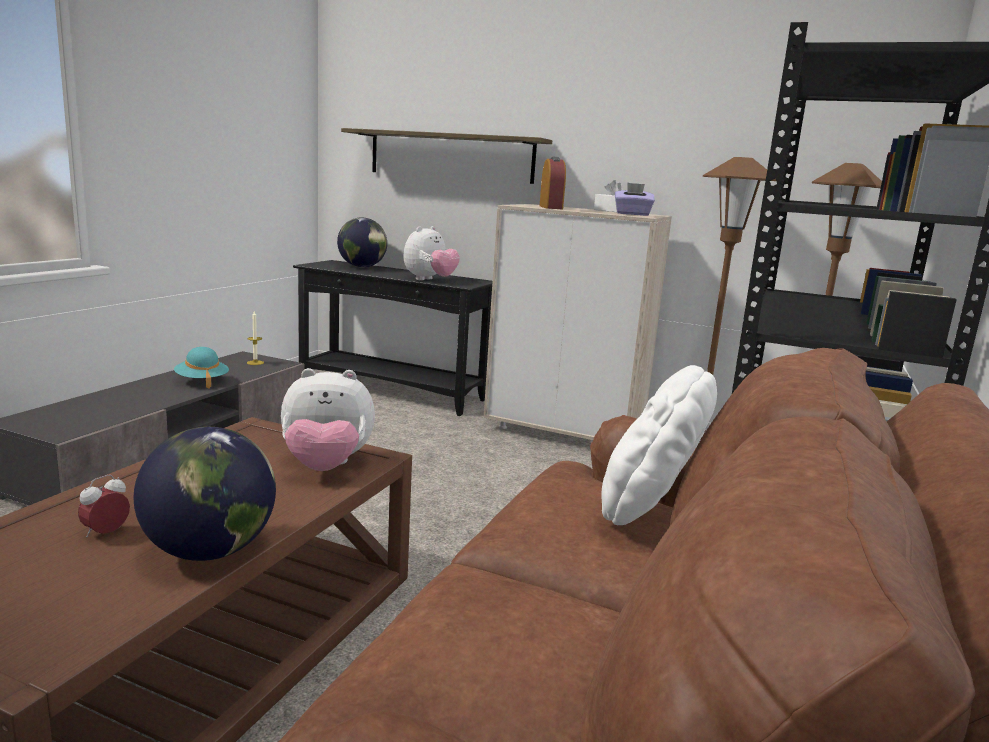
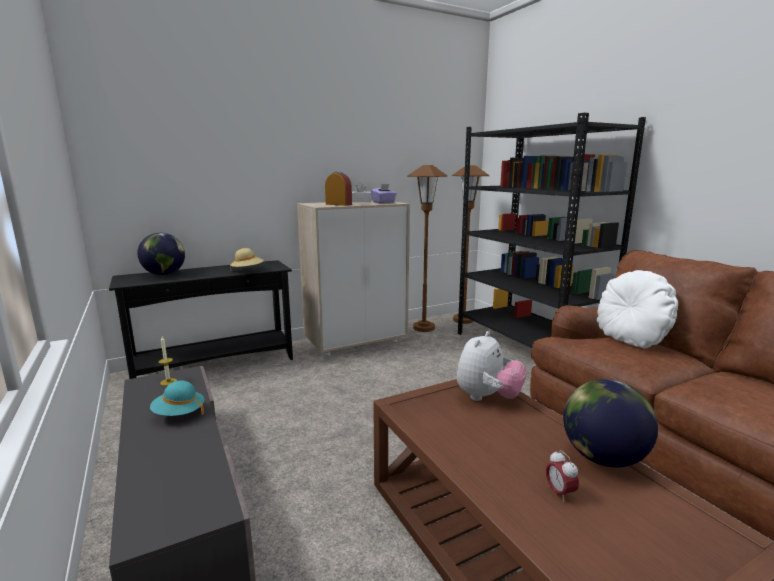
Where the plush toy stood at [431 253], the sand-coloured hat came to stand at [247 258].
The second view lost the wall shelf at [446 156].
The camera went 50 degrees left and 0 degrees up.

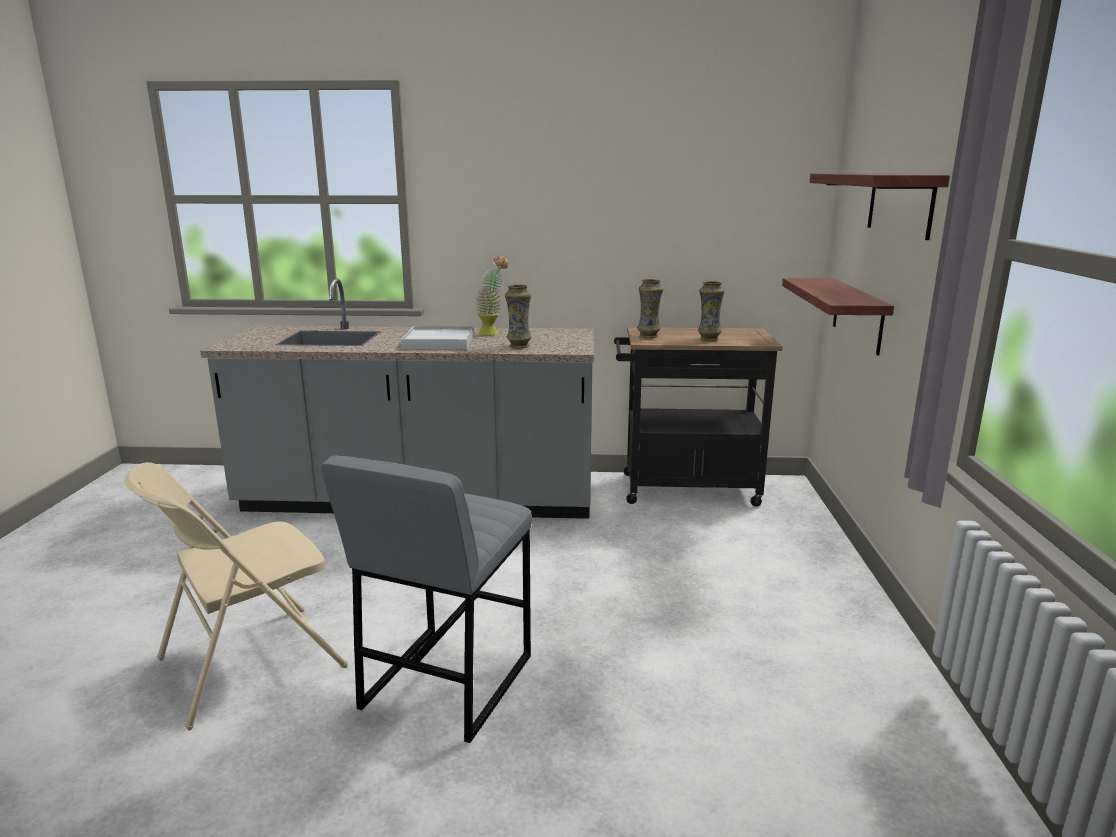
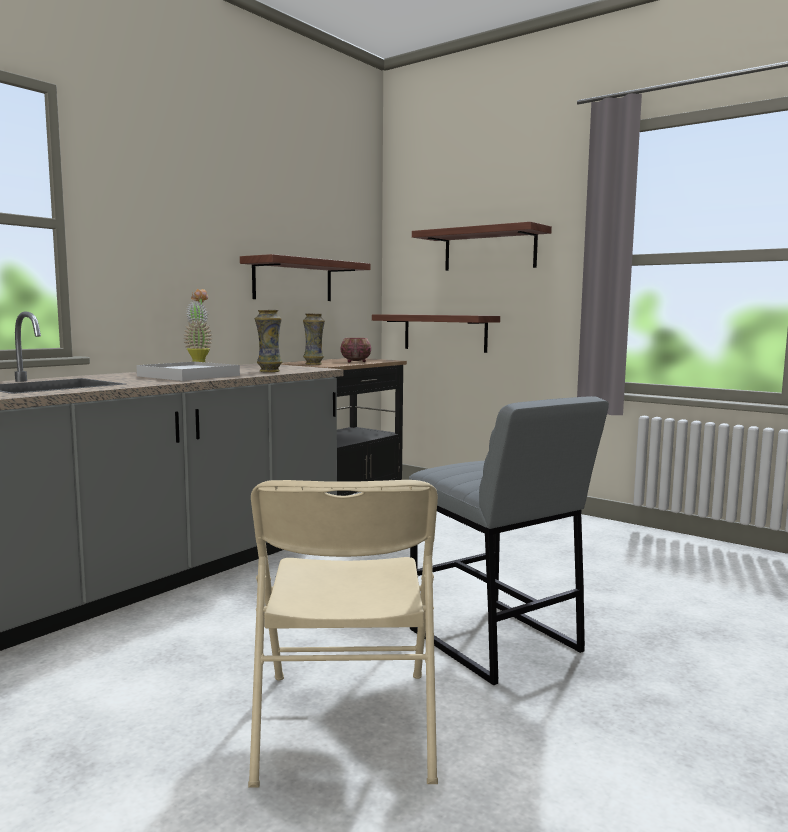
The second view gained the wall shelf at [305 277].
Where the decorative vase stood at [711 311], the deep dish came to stand at [356 350].
The camera went 55 degrees left and 10 degrees down.

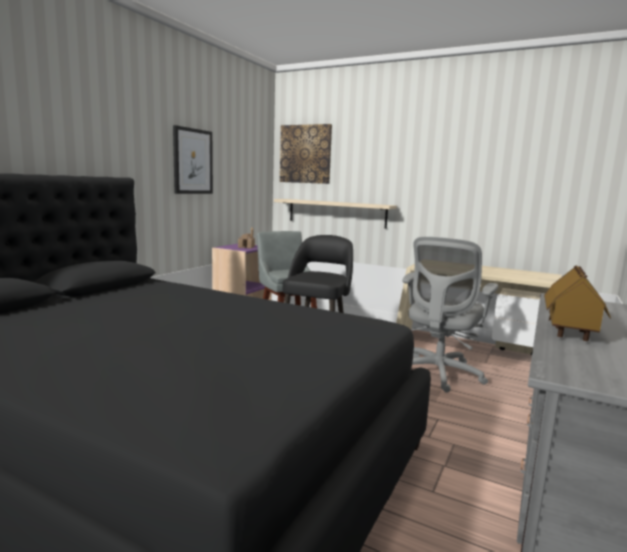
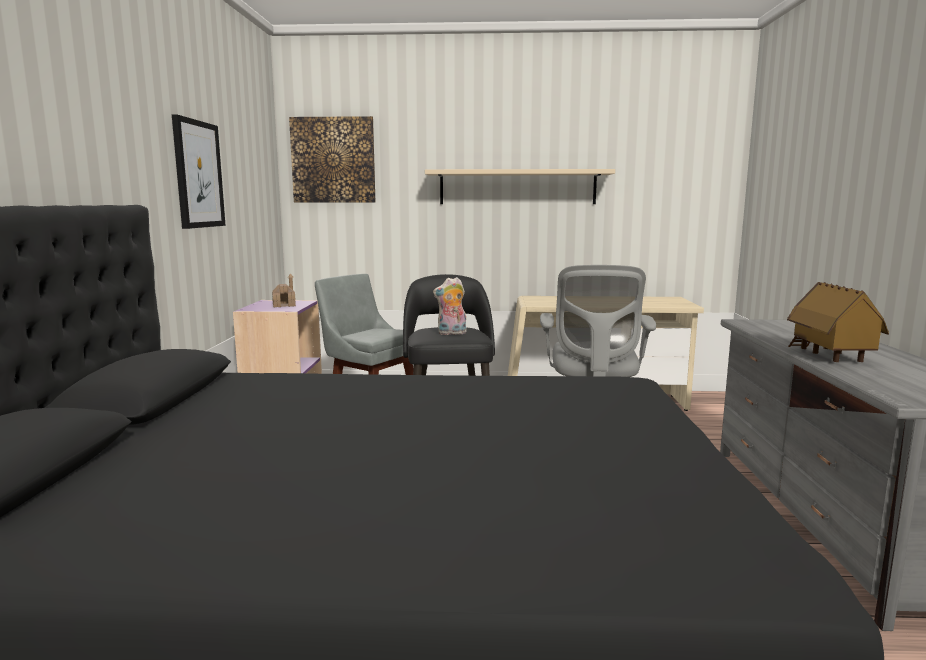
The sand-coloured wall shelf ended up elsewhere, having gone from [335 214] to [520 186].
The second view gained the plush toy at [449 306].
The camera went 25 degrees left and 0 degrees up.

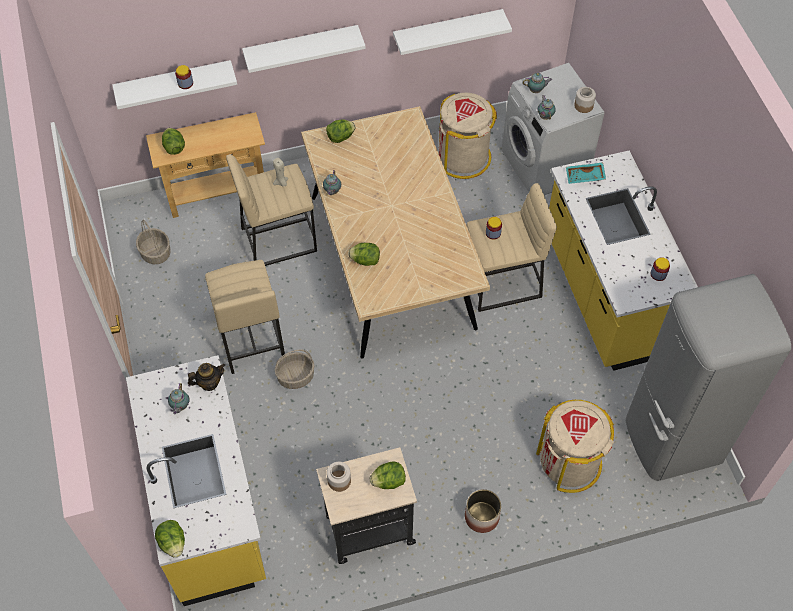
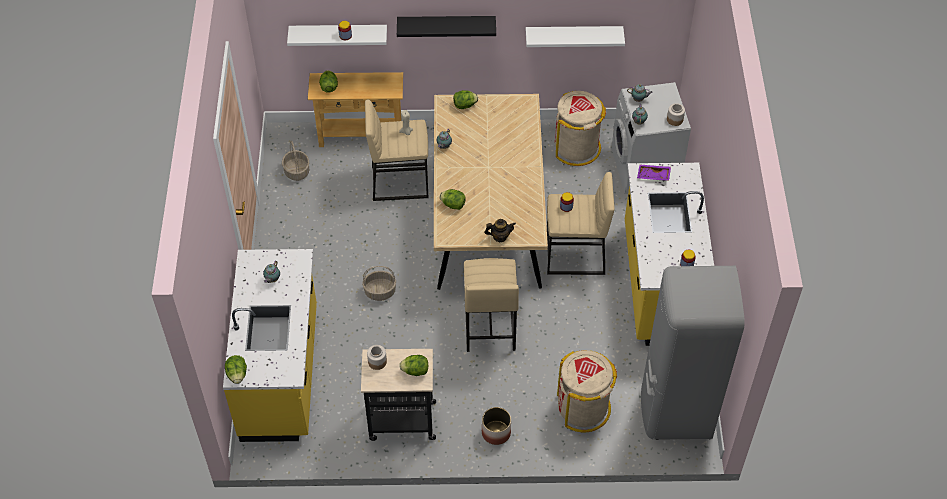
What was the white-coloured wall shelf at [304 49] turned into the black wall shelf at [446 26].
The sand-coloured stool ended up elsewhere, having gone from [245 317] to [491 305].
The teapot ended up elsewhere, having gone from [206 377] to [500 230].
What was the turquoise-coloured tray at [586 173] turned into the purple-coloured tray at [654 173].
The camera went 15 degrees right and 5 degrees down.

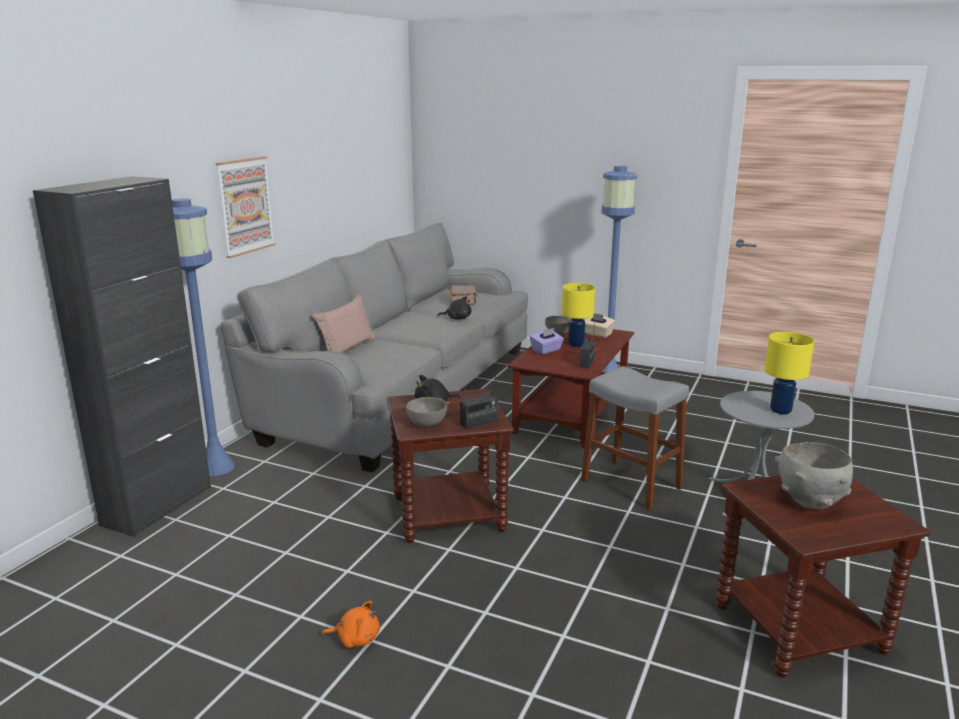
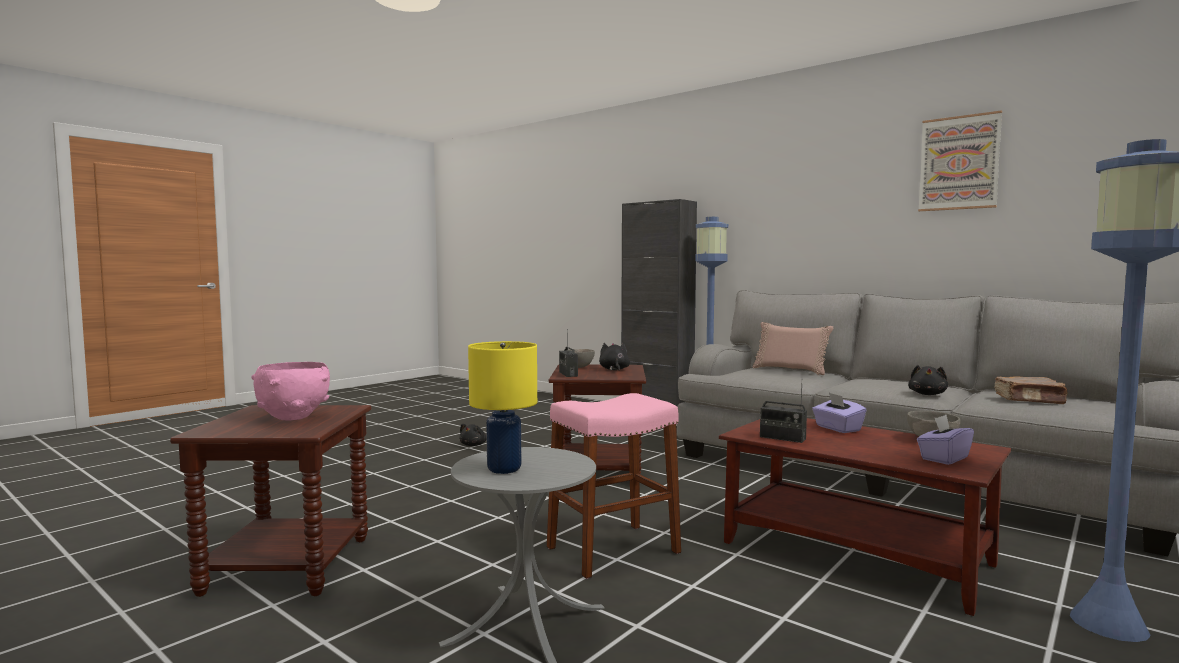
What was the gray deep dish at [814 475] turned into the pink-coloured deep dish at [290 391].
What was the orange plush toy at [351 624] turned into the black plush toy at [473 434].
What was the gray stool at [635 438] turned into the pink-coloured stool at [614 486].
What was the sand-coloured tissue box at [600 325] turned into the purple-coloured tissue box at [945 440].
The picture ended up elsewhere, having gone from [245 207] to [960 160].
The second view lost the yellow table lamp at [578 315].
The camera went 105 degrees right and 15 degrees down.

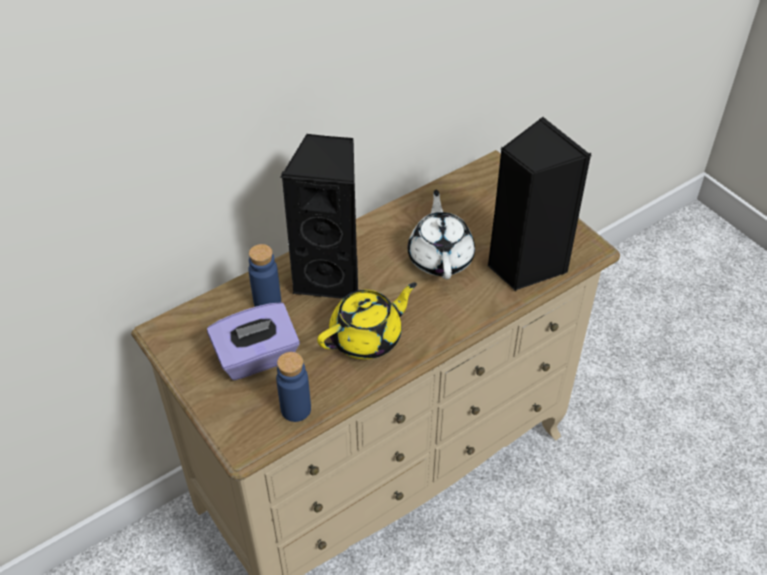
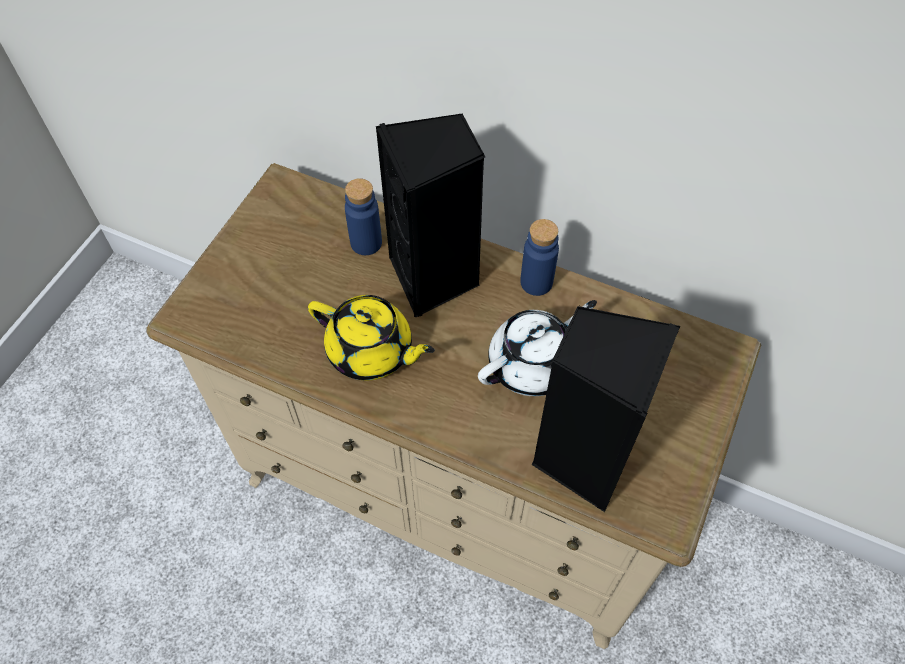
The blue-coloured bottle ended up elsewhere, having gone from [293 387] to [539 257].
The second view lost the purple-coloured tissue box at [253 341].
The camera went 60 degrees right and 10 degrees up.

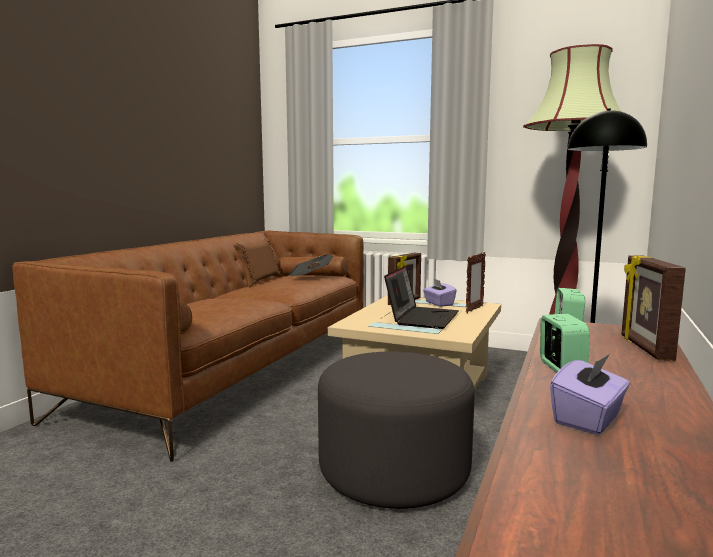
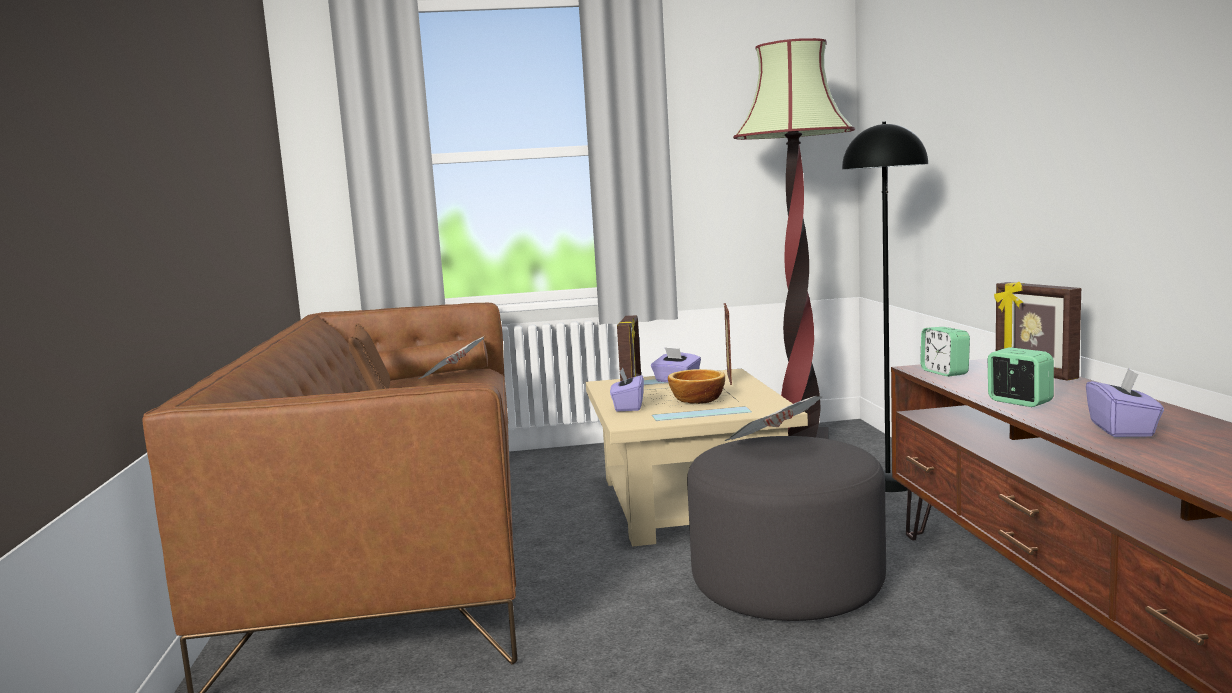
The second view gained the purple-coloured tissue box at [627 389].
Where the notebook computer stood at [421 297], the deep dish came to stand at [696 386].
The second view gained the newspaper at [773 418].
The camera went 30 degrees left and 0 degrees up.

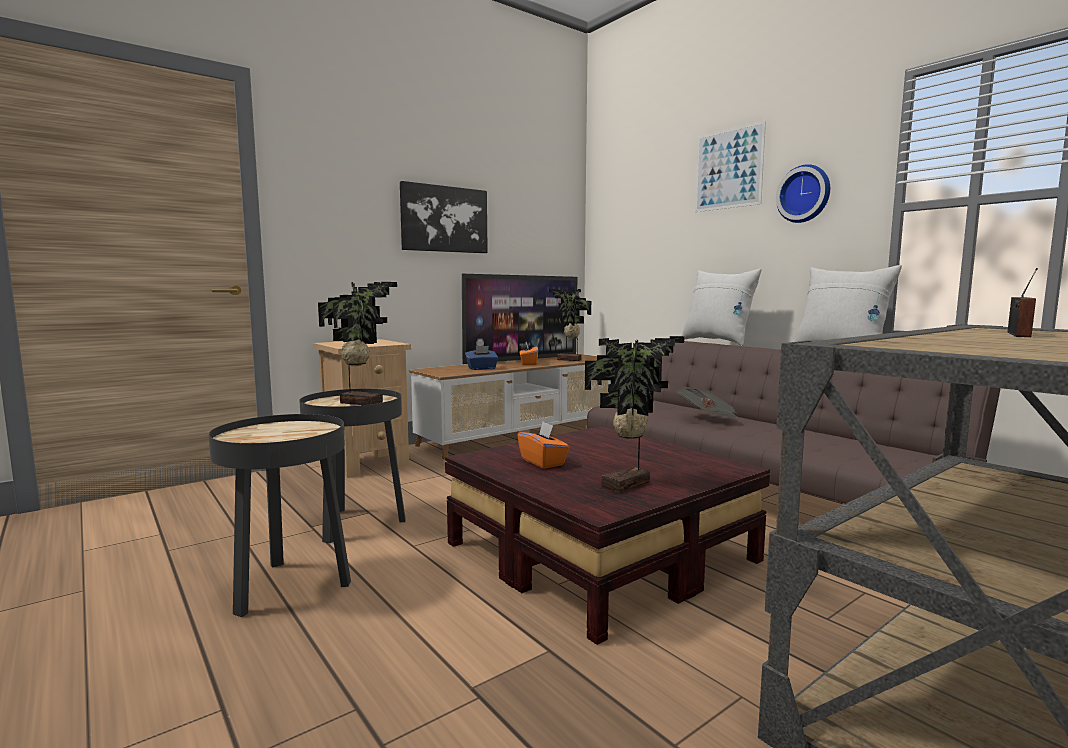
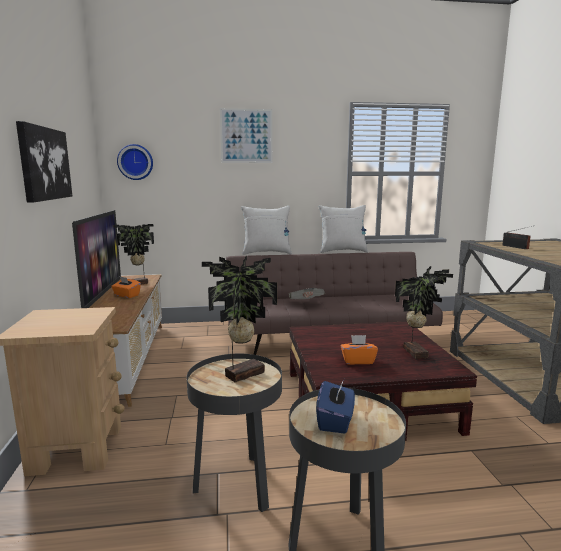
The hanging clock ended up elsewhere, having gone from [803 193] to [135 162].
The blue-coloured tissue box ended up elsewhere, having gone from [481 358] to [335 407].
The camera went 60 degrees left and 5 degrees up.

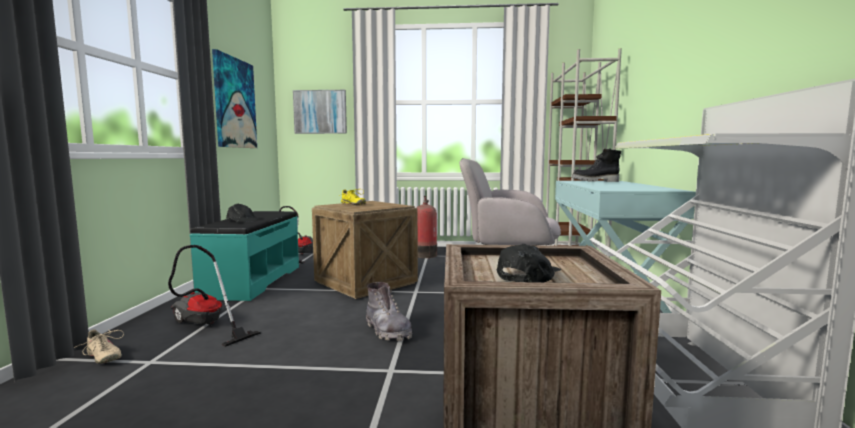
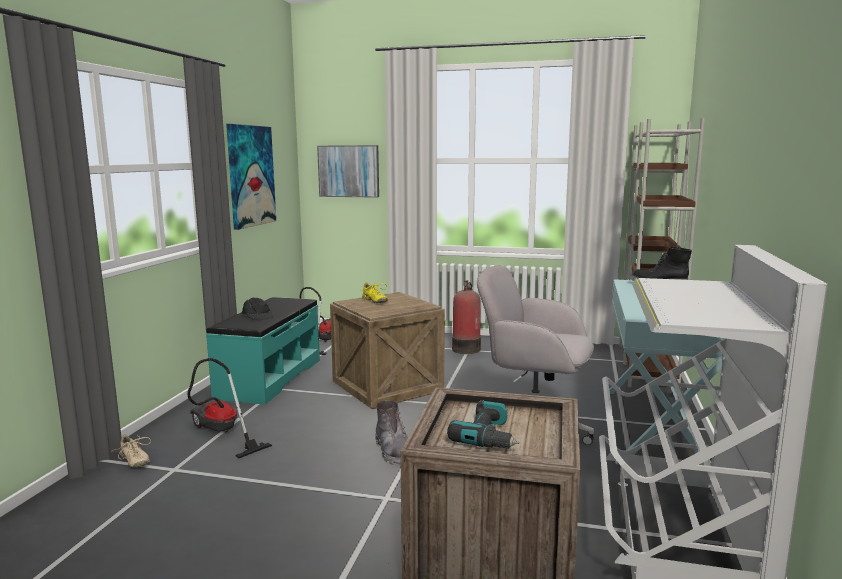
Where the black cap stood at [529 263], the drill came to stand at [483 424].
The camera went 10 degrees right and 5 degrees up.

